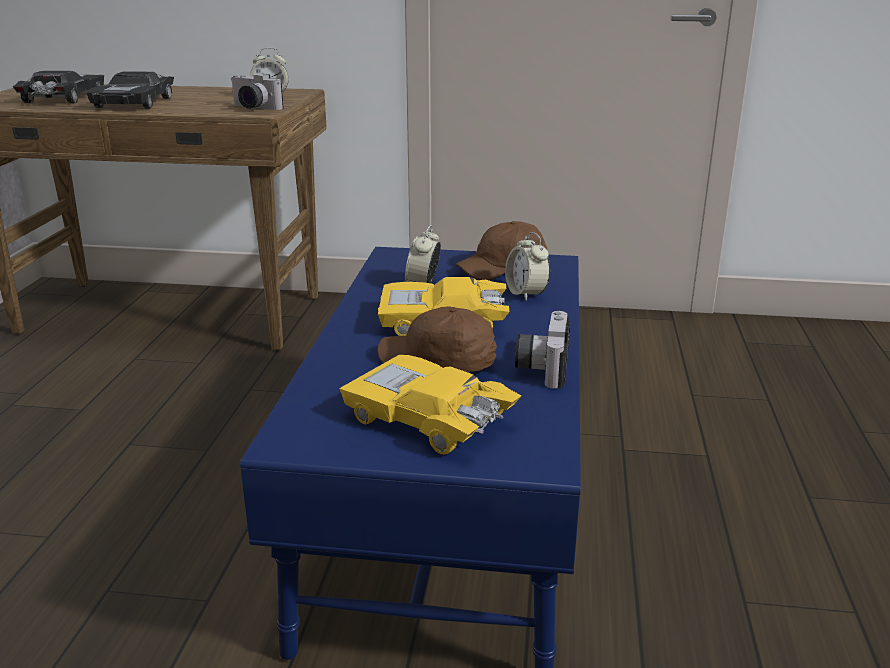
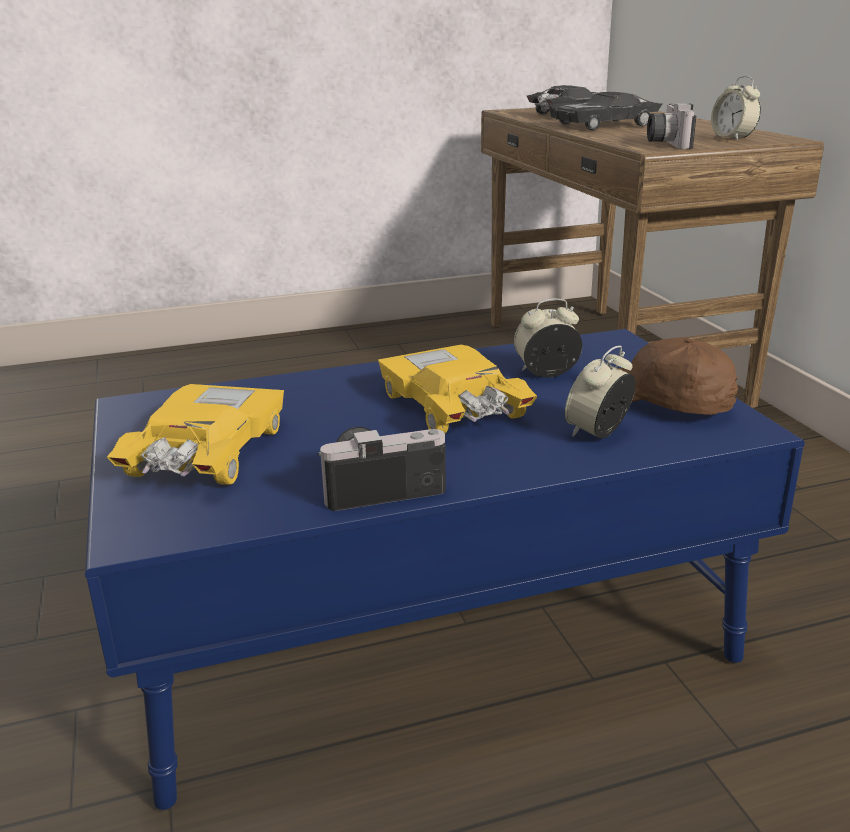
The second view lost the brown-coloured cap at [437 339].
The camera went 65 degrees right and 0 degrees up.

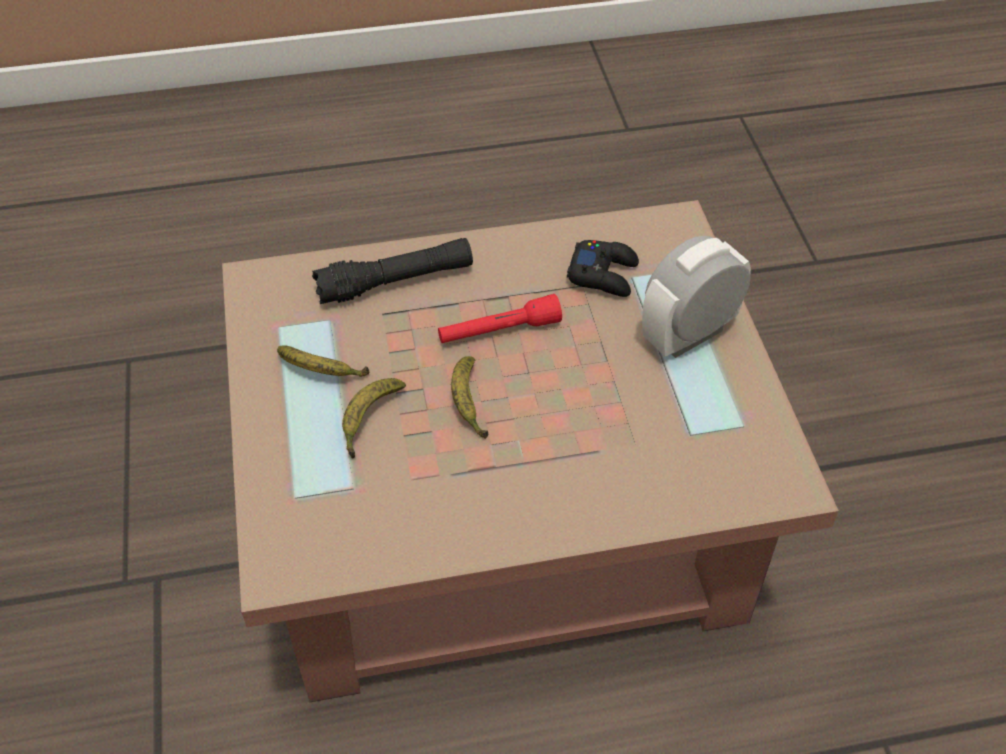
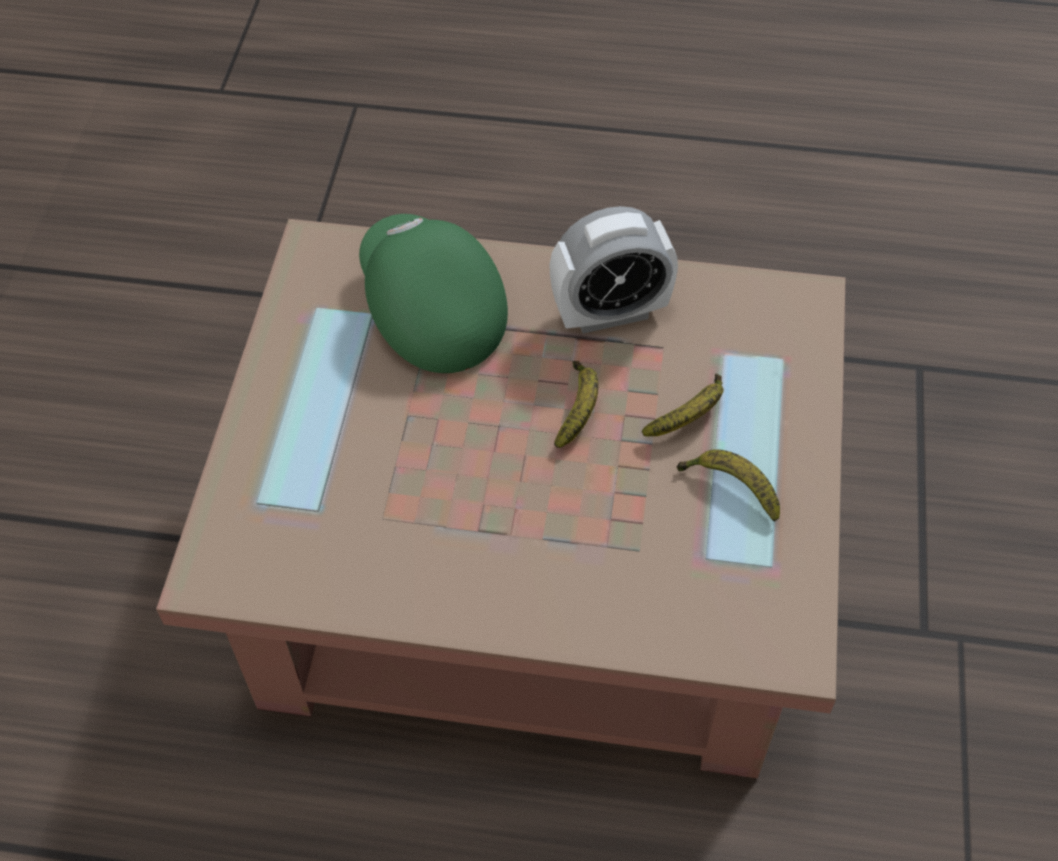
The second view gained the greenish cap at [433 293].
The alarm clock ended up elsewhere, having gone from [696 297] to [613 270].
The second view lost the black flashlight at [392 271].
The second view lost the red flashlight at [500 318].
The second view lost the black gamepad at [603 268].
The camera went 160 degrees left and 5 degrees up.

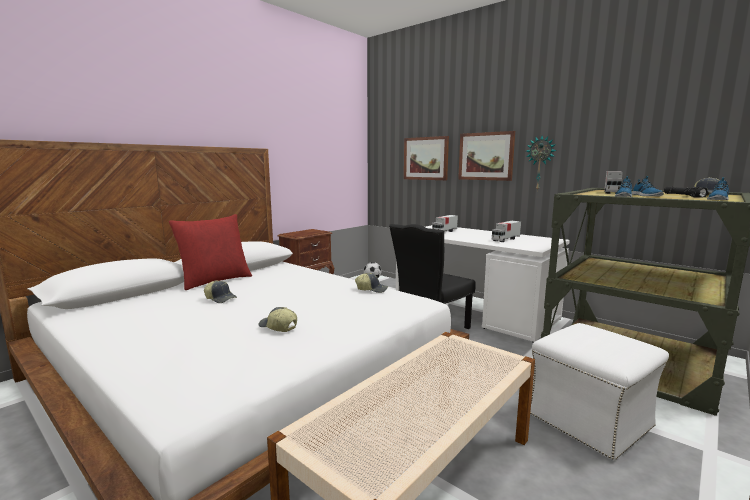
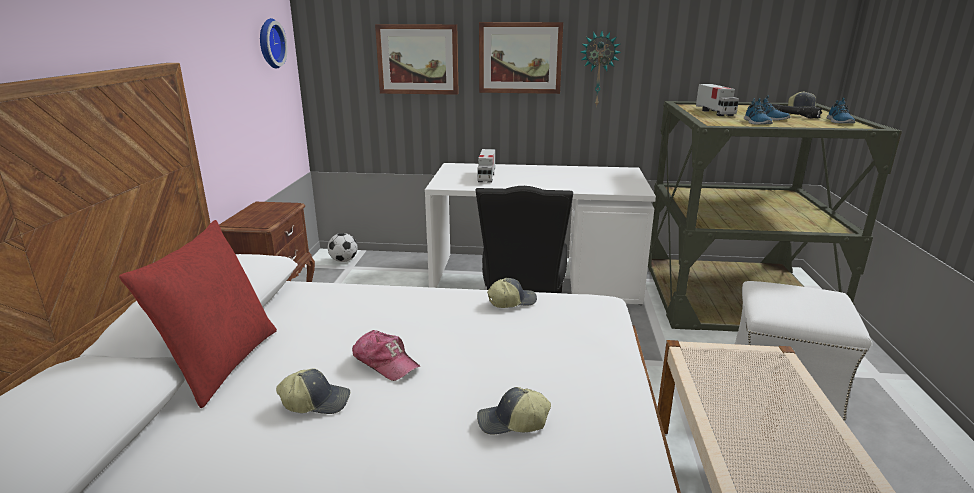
The second view gained the hanging clock at [274 43].
The second view gained the cap at [386 355].
The second view lost the toy truck at [506 231].
The camera went 35 degrees left and 10 degrees up.

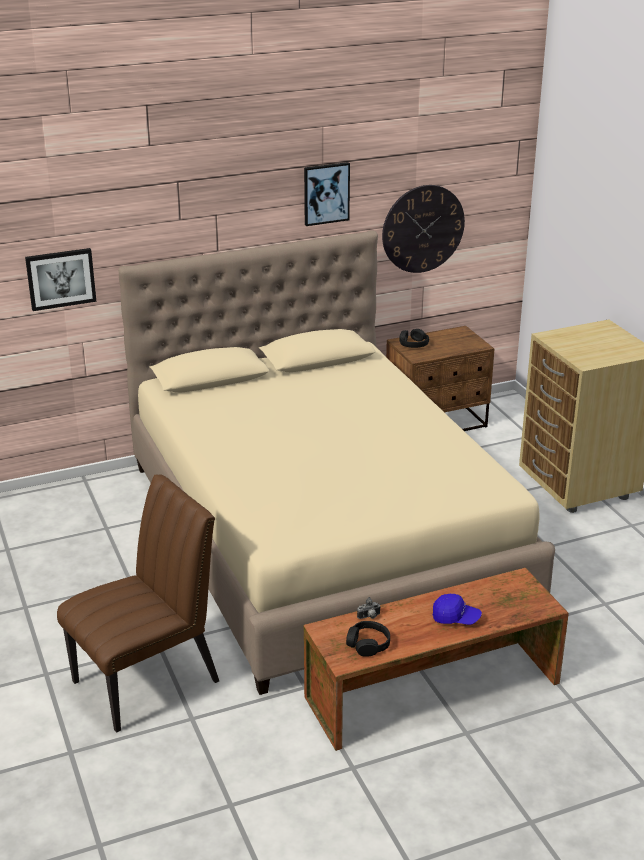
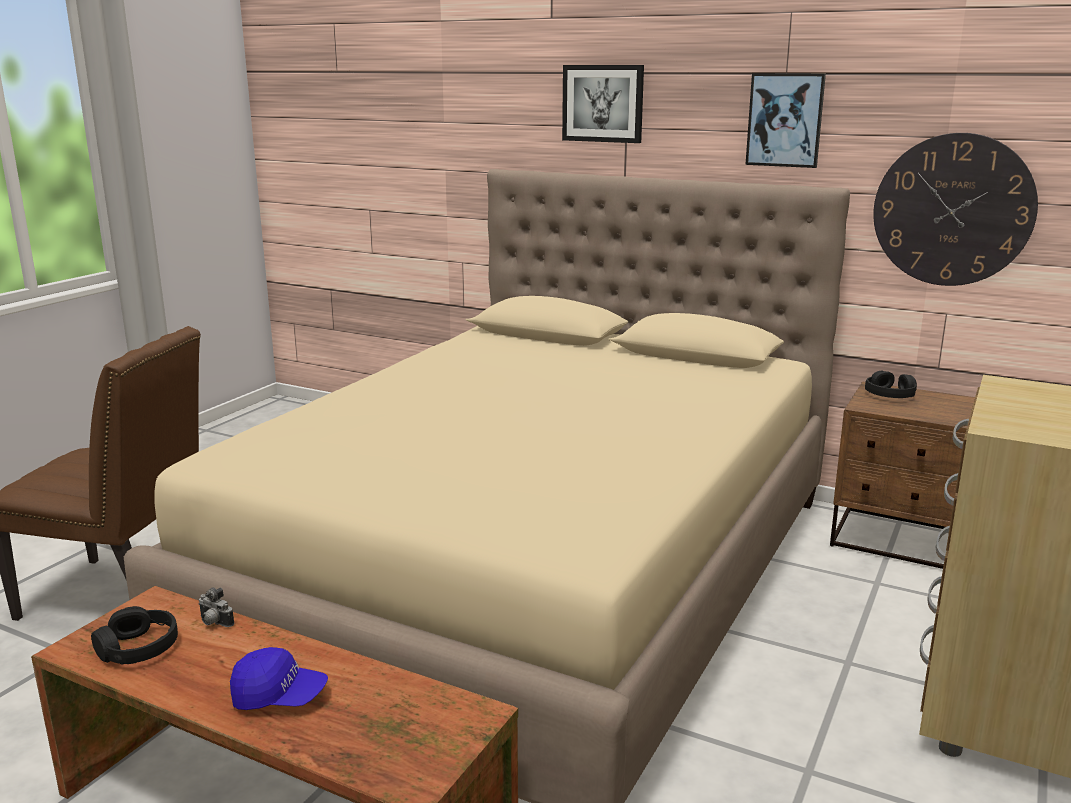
The blue-coloured cap at [457 609] ended up facing another way, 60 degrees counterclockwise from before.
The picture ended up elsewhere, having gone from [61 279] to [603 104].
The camera went 50 degrees right and 10 degrees down.

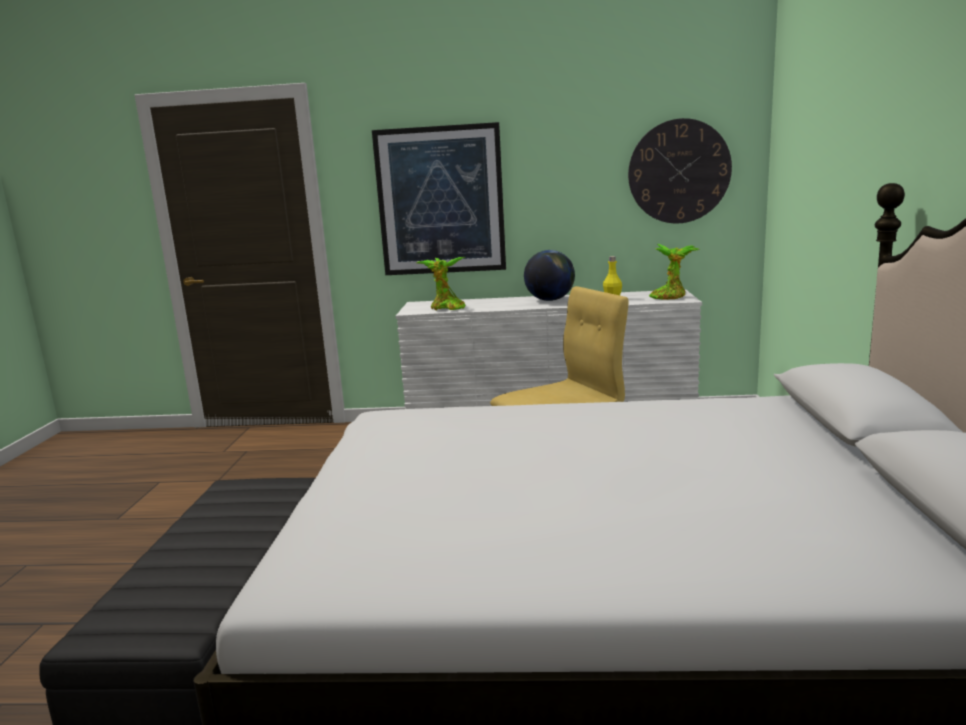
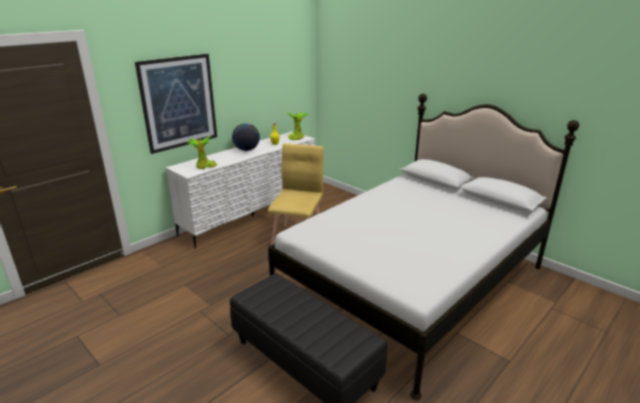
The second view lost the hanging clock at [680 171].
The camera went 50 degrees left and 10 degrees up.

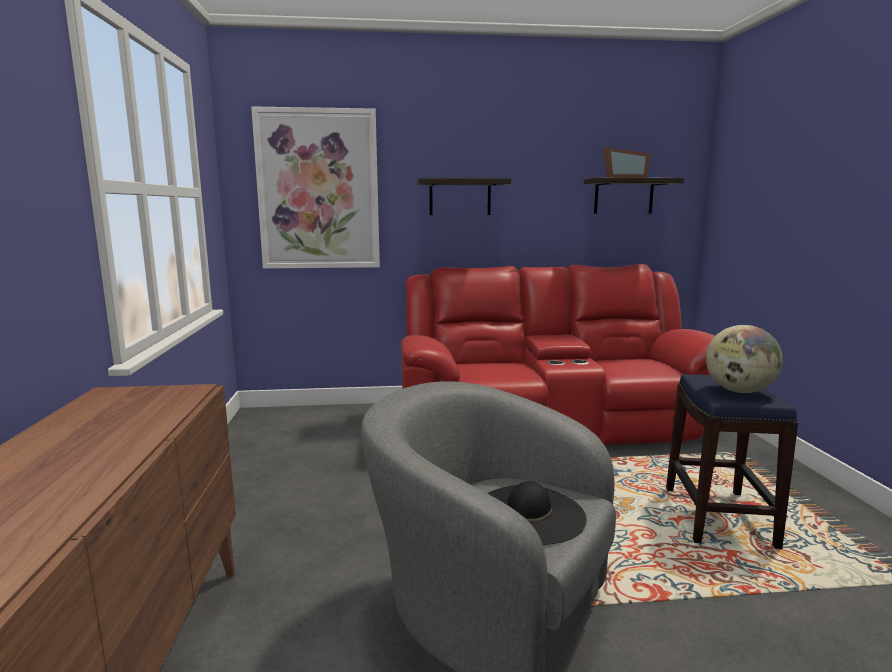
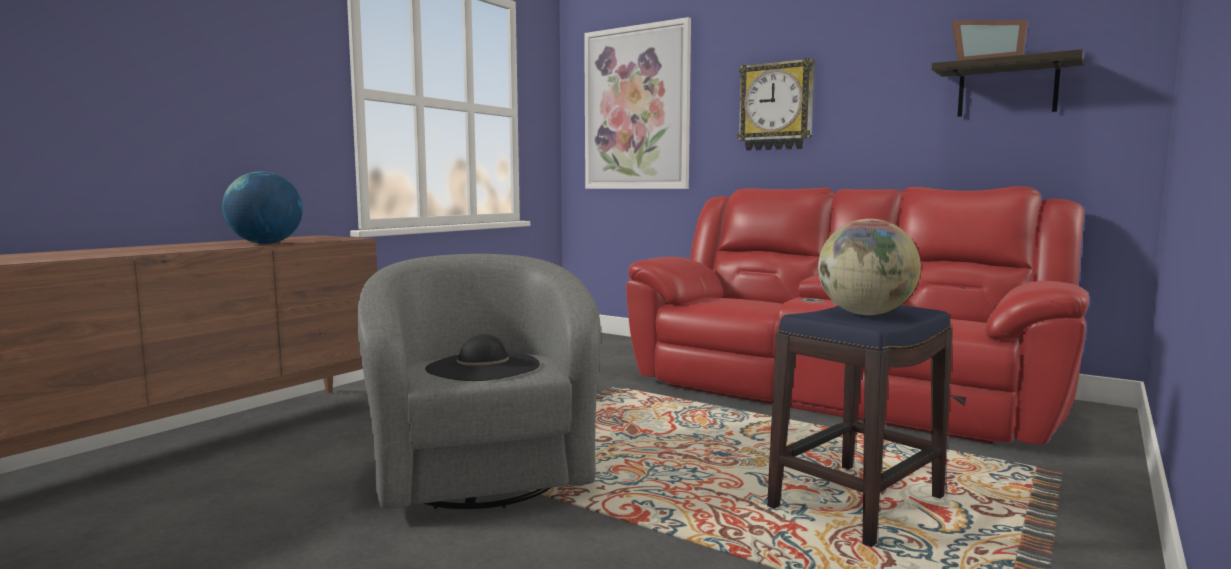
The second view gained the world globe at [262 207].
Where the wall shelf hung at [463 196], the hanging clock came to hang at [776 104].
The camera went 40 degrees right and 5 degrees down.

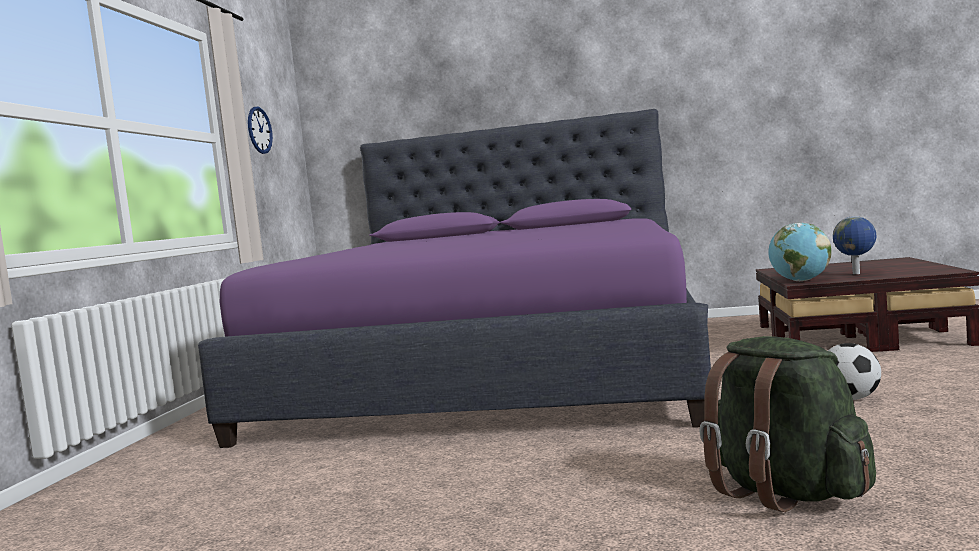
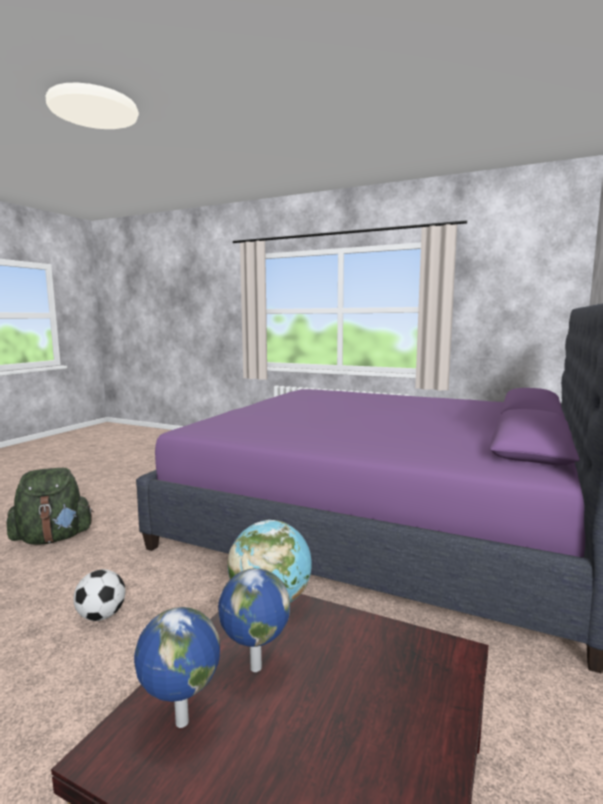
The second view gained the world globe at [177 667].
The second view lost the hanging clock at [260 130].
The camera went 105 degrees right and 5 degrees up.

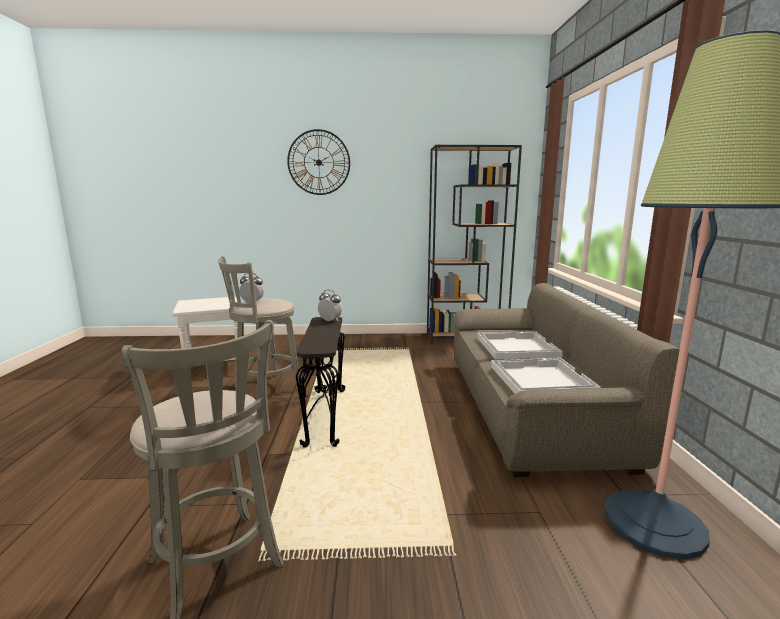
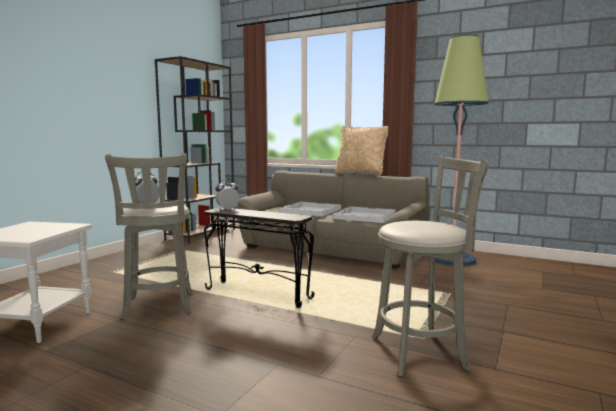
The second view gained the sand-coloured pillow at [361 150].
The second view lost the hanging clock at [318 162].
The camera went 60 degrees left and 5 degrees down.

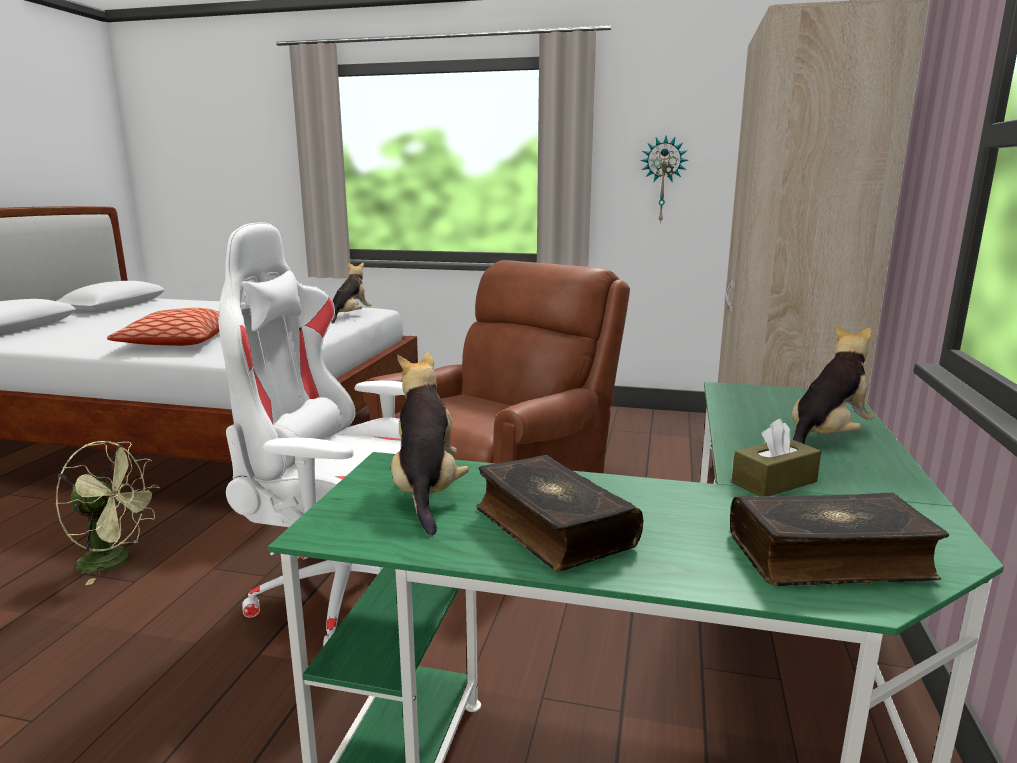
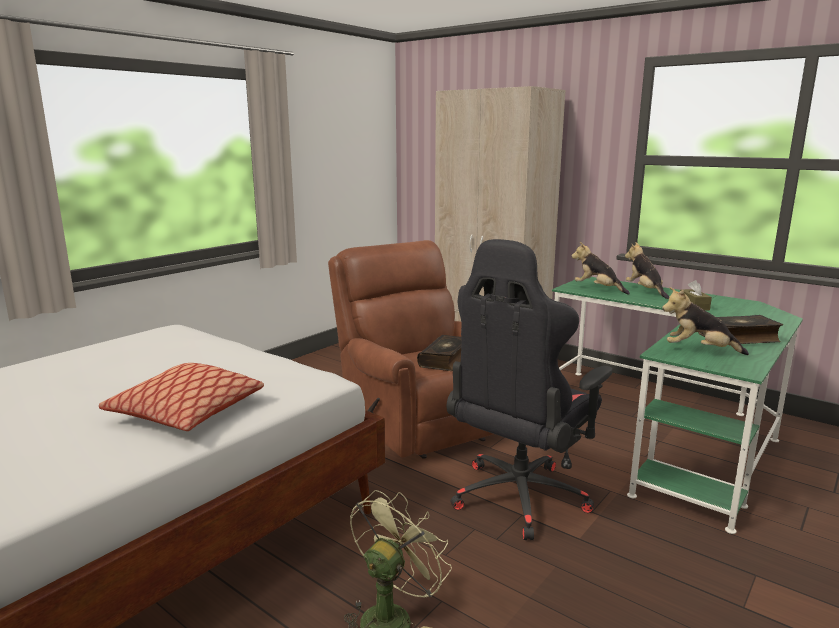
The book ended up elsewhere, having gone from [839 539] to [439 353].
What was the white-coloured office chair at [311 434] turned into the black office chair at [530 389].
The plush toy ended up elsewhere, having gone from [351 292] to [600 268].
The second view lost the hanging clock at [664 180].
The camera went 65 degrees left and 0 degrees up.

